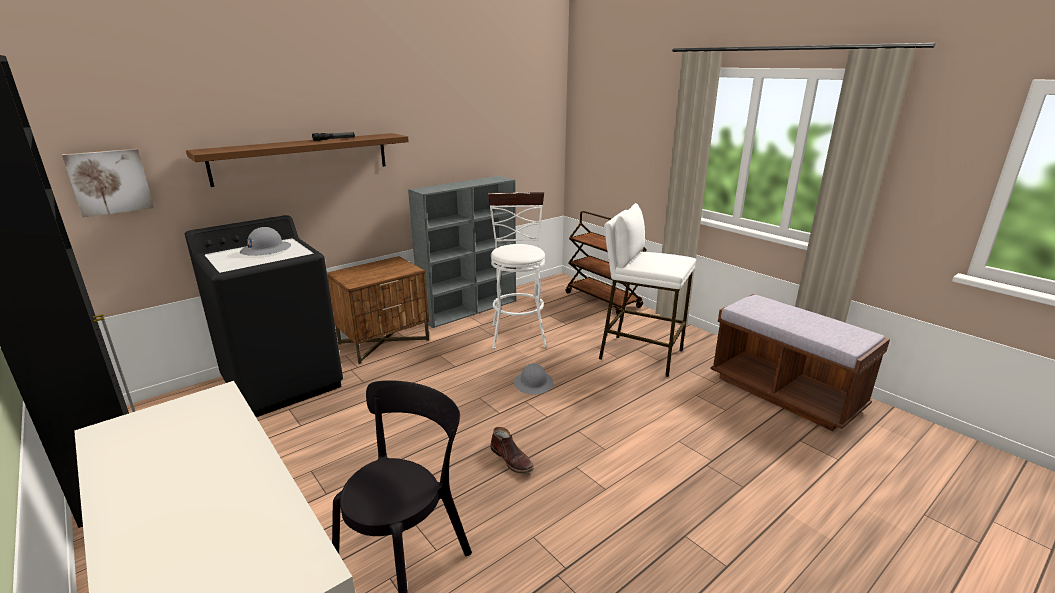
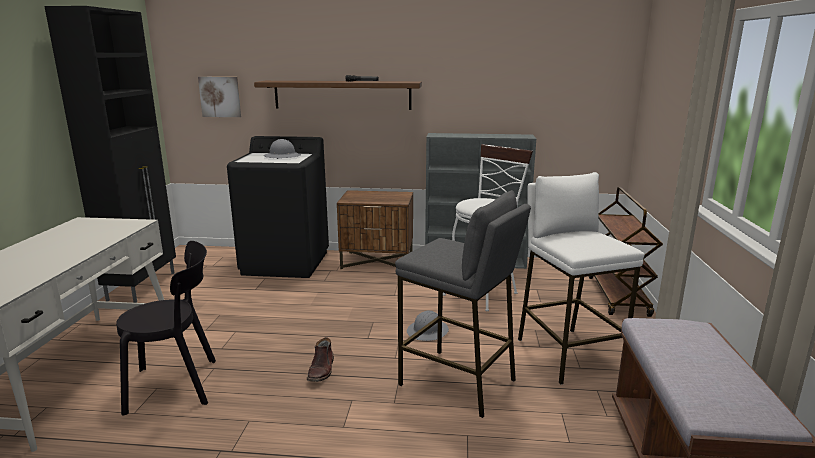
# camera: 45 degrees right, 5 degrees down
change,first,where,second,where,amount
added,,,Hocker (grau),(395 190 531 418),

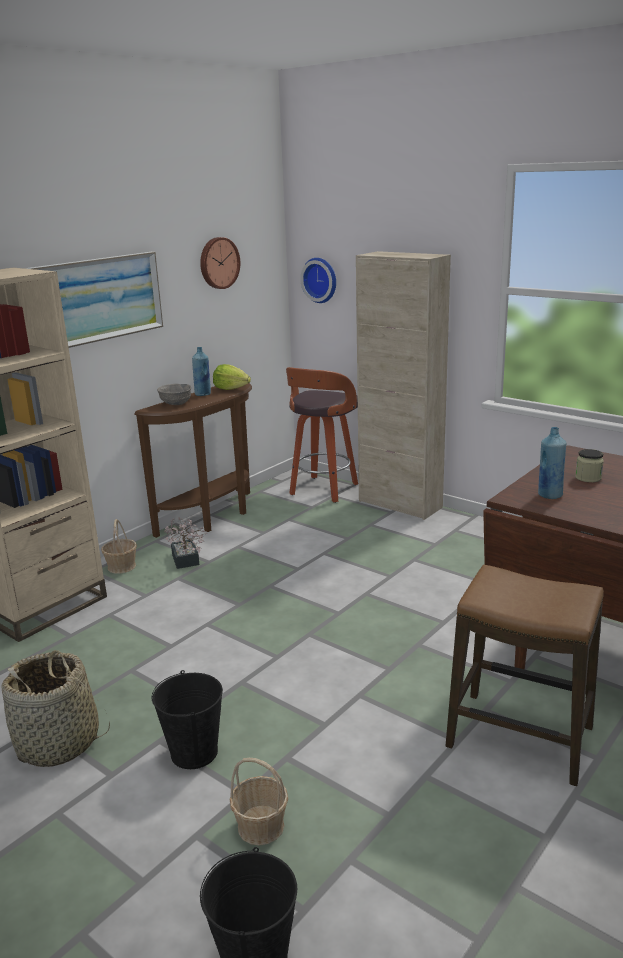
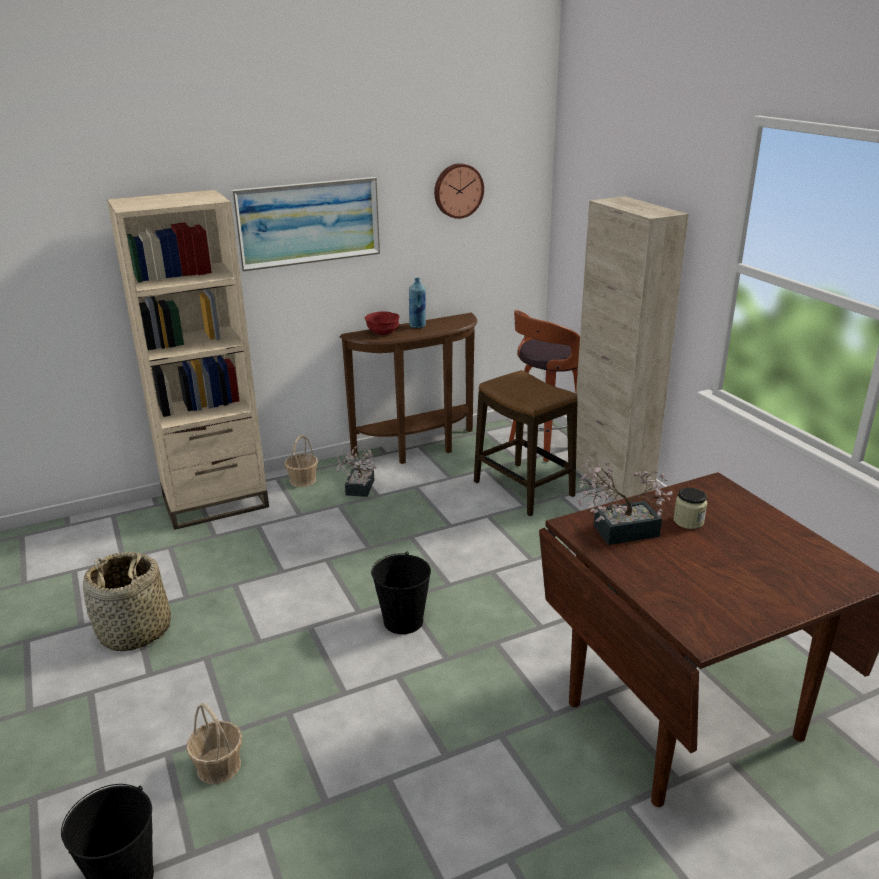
# camera: 25 degrees right, 5 degrees up
change,first,where,second,where,amount
removed,Wanduhr,(300 258 336 303),,,
removed,Salatkopf,(213 364 251 390),,,
recoloured,Schüssel (grau),(157 384 191 405),Schüssel (rot),(365 311 400 335),
replaced,Flasche (blau),(538 427 566 499),Topfpflanze,(577 459 673 545),
moved,Hocker,(446 565 604 786),,(474 370 577 516),
moved,Eimer (schwarz),(152 670 223 769),,(371 551 431 634),

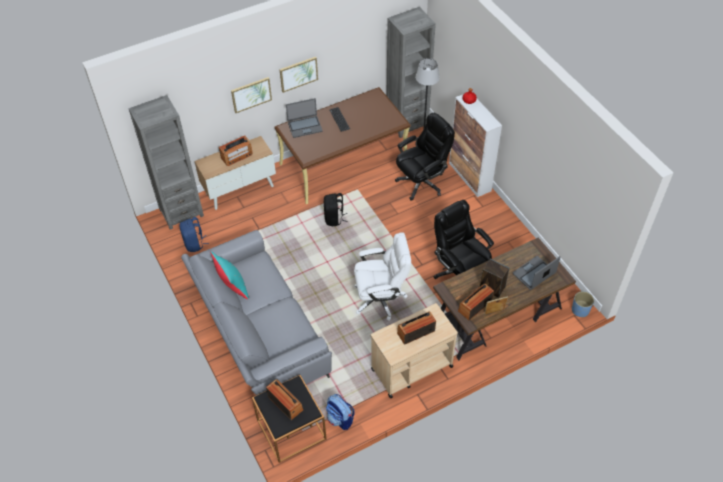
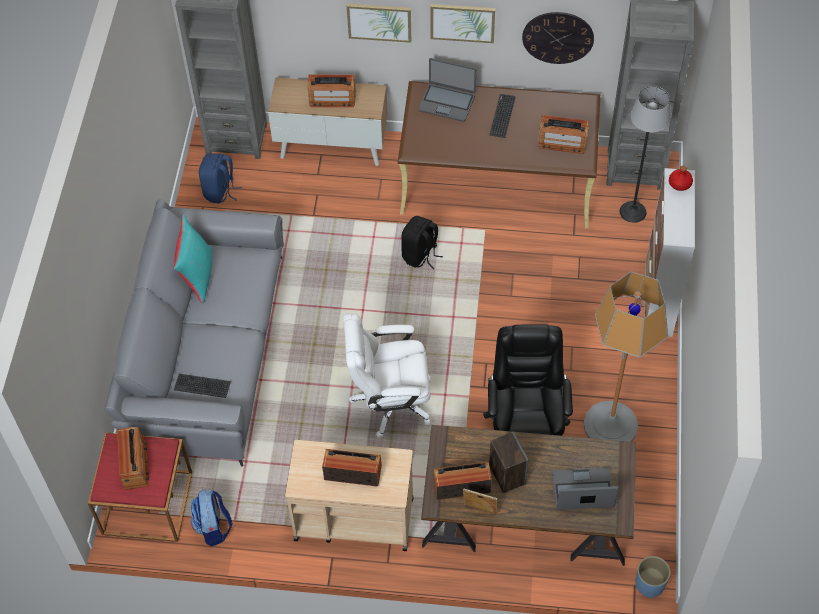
# camera: 35 degrees right, 5 degrees up
change,first,where,second,where,amount
removed,Bürostuhl (schwarz),(395 113 455 201),,,
turned,Bürostuhl (weiß),(354 232 411 321),,(343 313 431 438),150 degrees clockwise
recoloured,Beistelltisch (schwarz),(252 375 327 463),Beistelltisch (rot),(88 432 192 542),
added,,,Wanduhr,(522 12 594 64),
added,,,Radio,(538 115 589 154),
added,,,Stehlampe,(584 272 668 442),
added,,,Tastatur,(174 374 231 398),

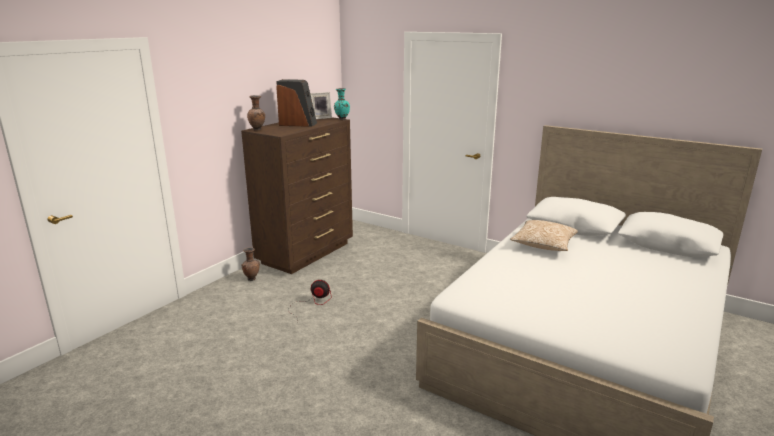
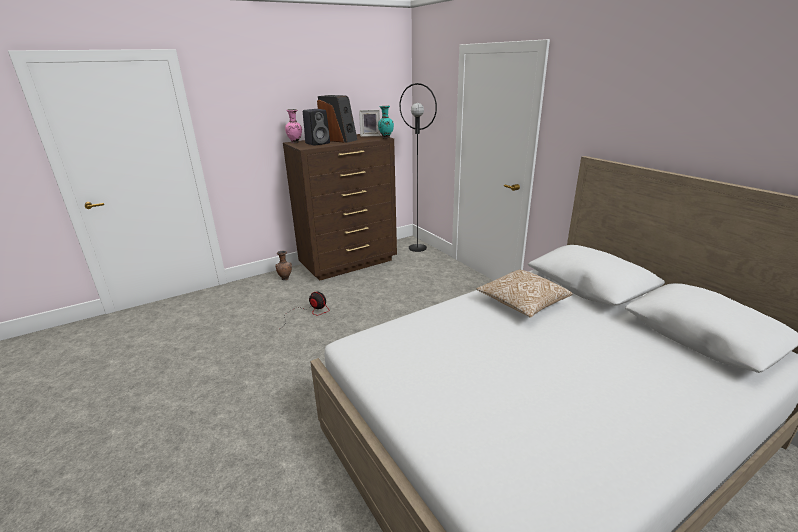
# camera: 25 degrees right, 5 degrees up
change,first,where,second,where,amount
recoloured,Vase (braun),(247 95 265 131),Vase (rosa),(285 109 302 143),
added,,,Stehlampe (schwarz),(399 83 437 252),
added,,,Lautsprecher (schwarz),(303 109 330 146),

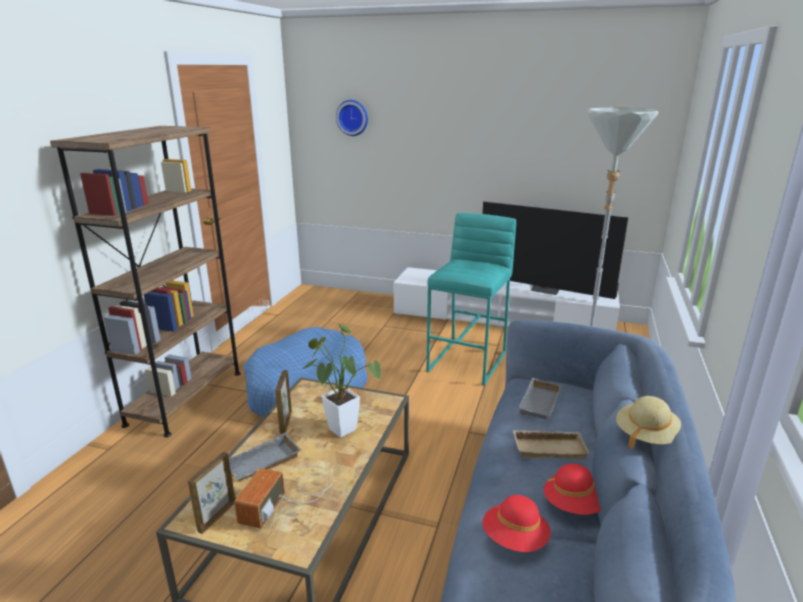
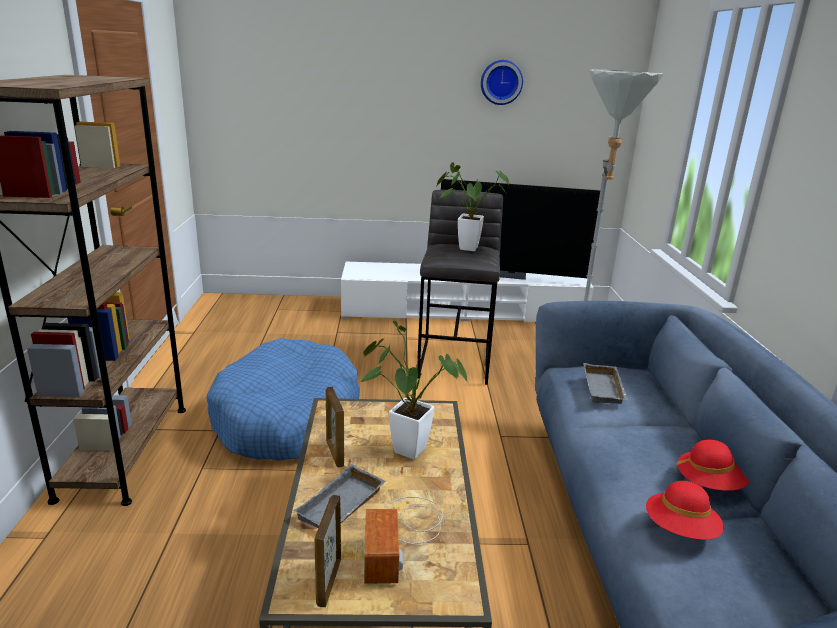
# camera: 20 degrees left, 0 degrees up
change,first,where,second,where,amount
moved,Wanduhr,(336 100 368 136),,(481 60 523 105),
recoloured,Hocker (türkis),(426 213 516 386),Hocker (grau),(418 190 503 385),
removed,Hut (beige),(616 396 681 449),,,
removed,Tablett (beige),(513 430 590 459),,,
added,,,Topfpflanze,(437 162 509 251),

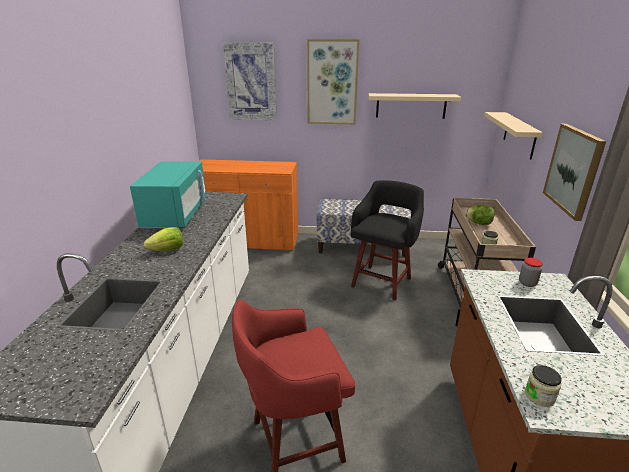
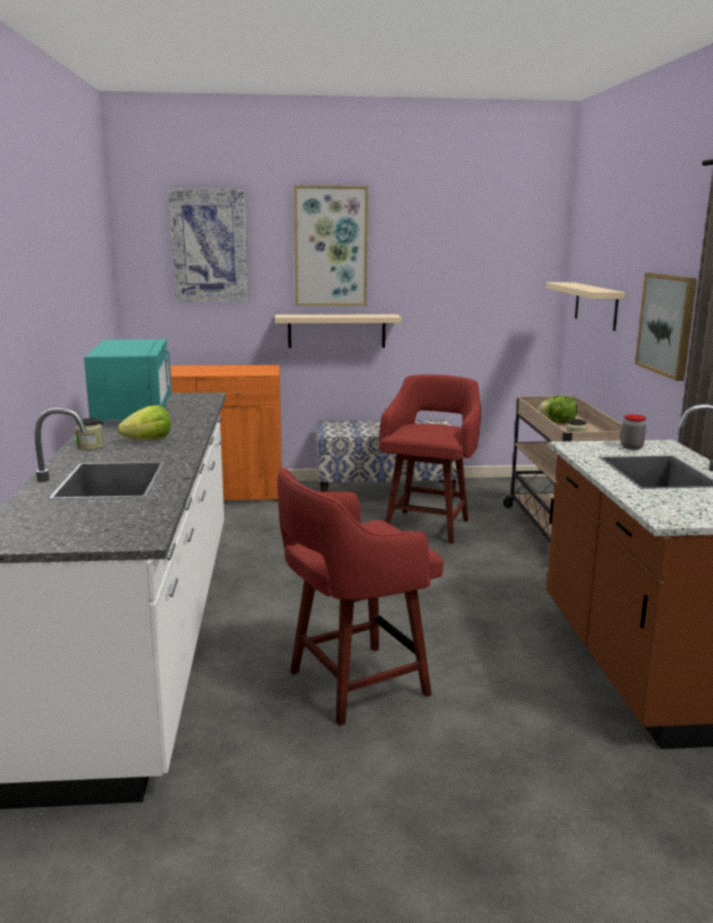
# camera: 10 degrees left, 10 degrees down
change,first,where,second,where,amount
moved,Wandregal (beige),(368 93 461 119),,(275 314 401 348),
recoloured,Hocker (schwarz),(351 180 424 301),Hocker (rot),(379 375 481 544),
moved,Vorratsglas,(525 365 562 407),,(75 418 104 450),

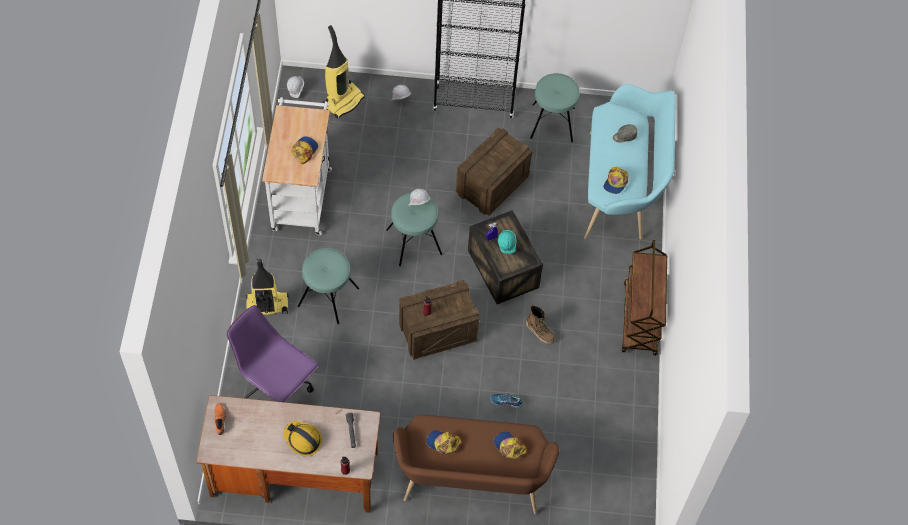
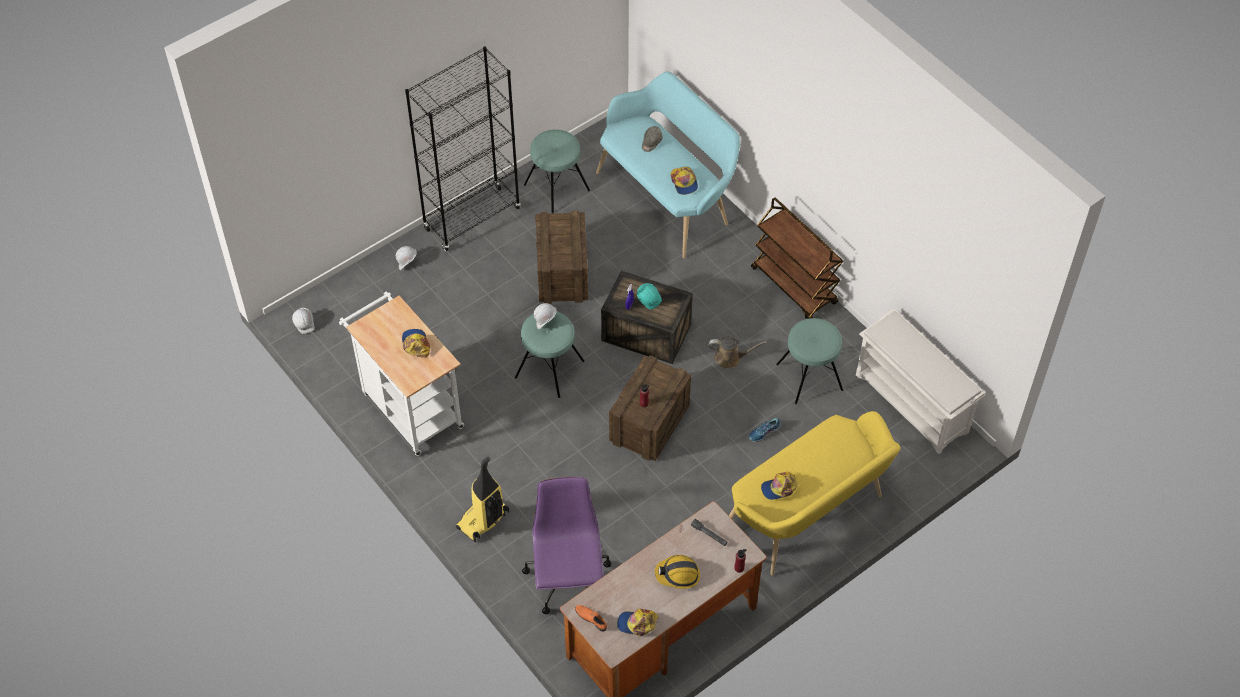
# camera: 40 degrees left, 5 degrees down
change,first,where,second,where,amount
removed,Staubsauger,(323 25 365 118),,,
moved,Hocker (türkis),(297 248 359 324),,(776 318 843 404),
replaced,Stiefel,(526 304 555 345),Gießkanne (braun),(708 336 767 369),
turned,Bürostuhl (lila),(227 305 319 402),,(522 477 611 614),90 degrees clockwise
recoloured,Bank (braun),(393 415 559 514),Bank (gelb),(729 411 900 576),
moved,Kappe,(493 432 526 459),,(617 609 659 636),
added,,,Schuhregal (weiß),(856 309 985 454),

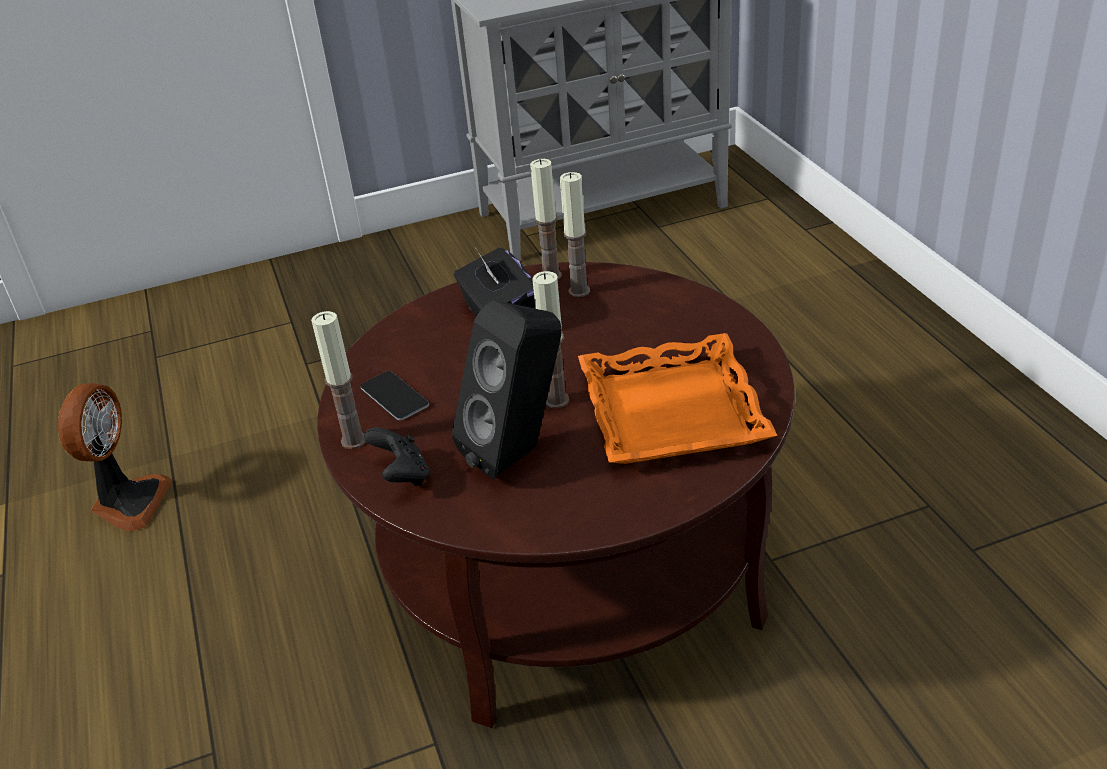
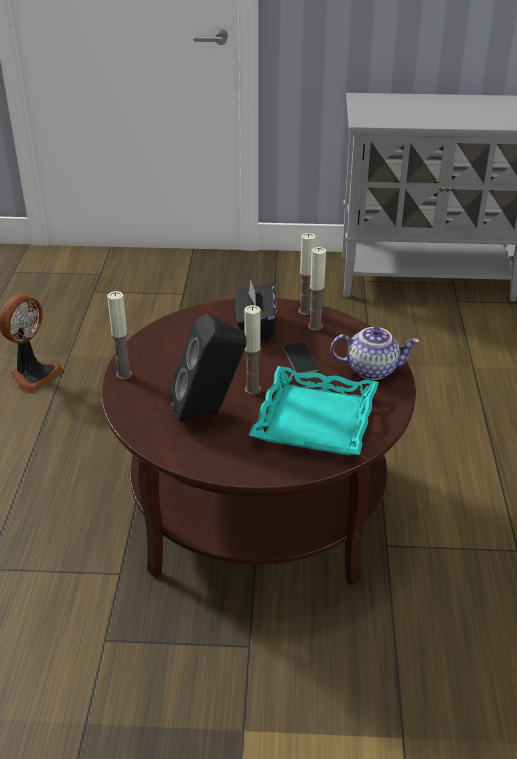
# camera: 20 degrees right, 0 degrees up
change,first,where,second,where,amount
recoloured,Tablett (orange),(578 333 778 464),Tablett (türkis),(249 366 379 455),
moved,Handy,(360 371 429 420),,(283 342 319 373),
removed,Gamepad (schwarz),(364 427 430 486),,,
added,,,Teekanne,(330 327 419 380),

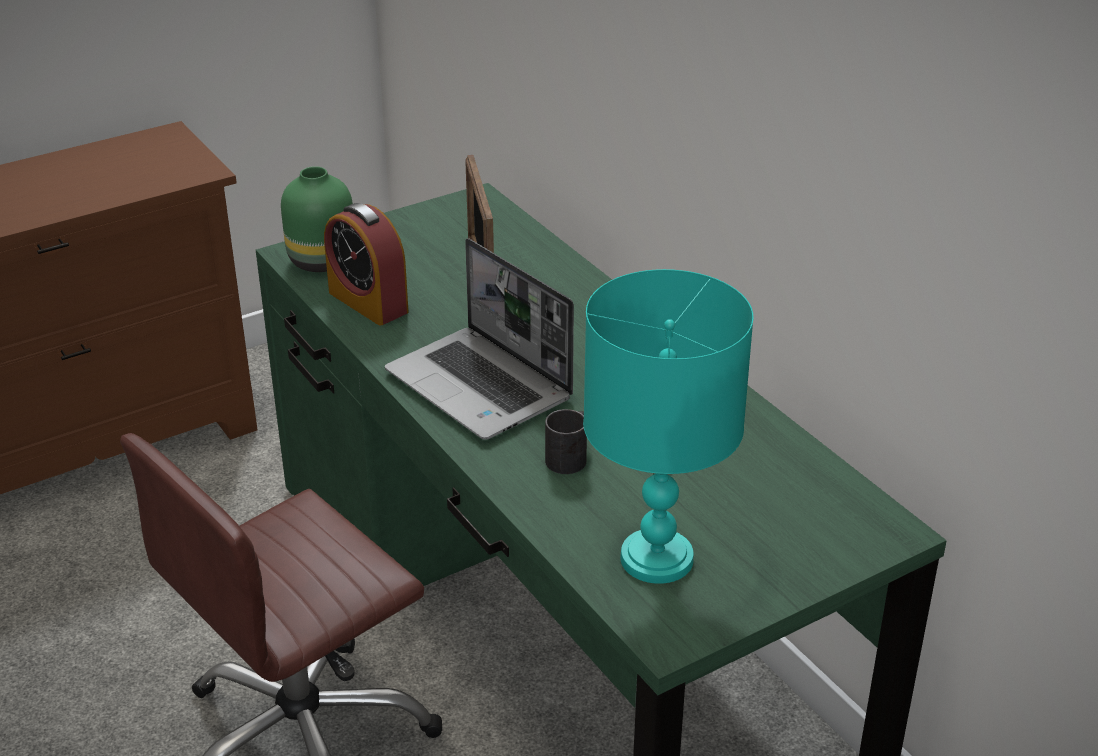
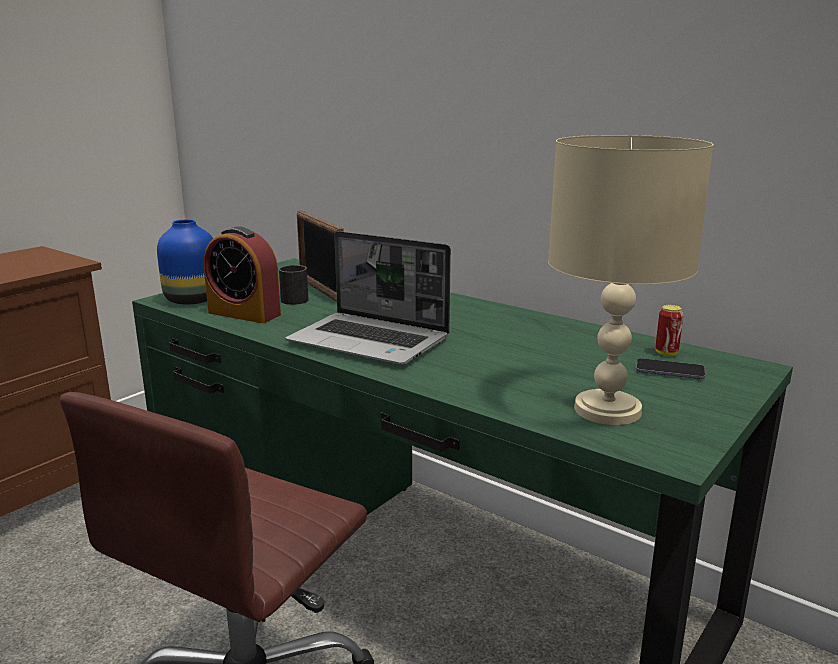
# camera: 20 degrees left, 15 degrees down
change,first,where,second,where,amount
recoloured,Vase (grün),(281 166 353 272),Vase (blau),(157 219 213 304),
recoloured,Tischlampe (türkis),(583 269 754 584),Tischlampe (beige),(548 135 714 425),
moved,Henkelbecher (schwarz),(545 409 587 474),,(279 265 309 305),
added,,,Dose,(655 305 683 356),
added,,,Handy,(636 358 705 379),

